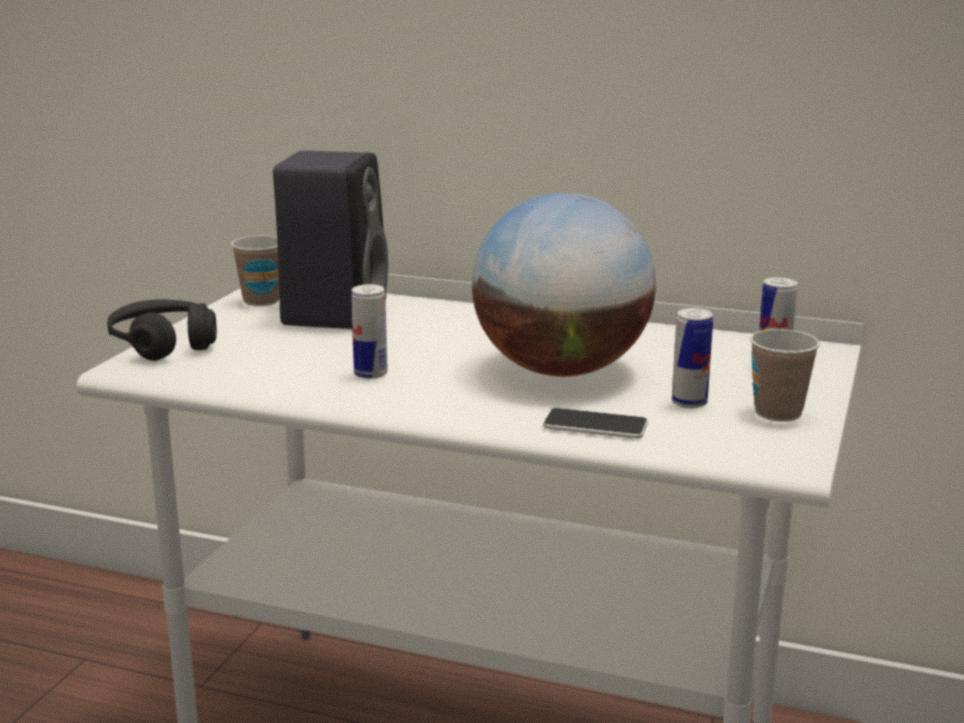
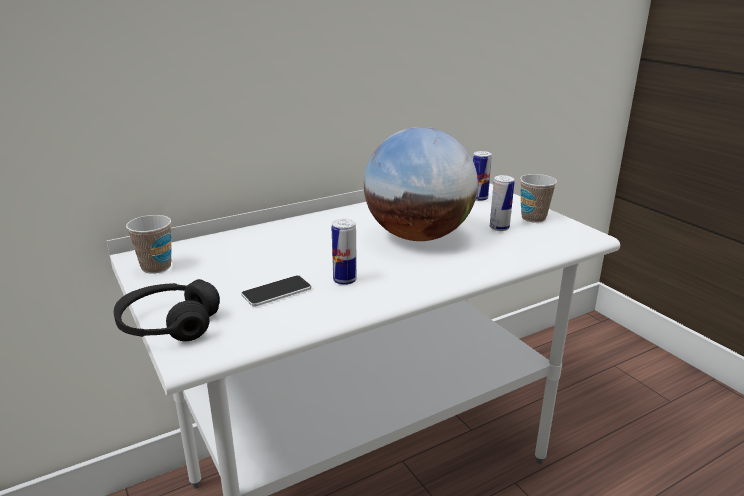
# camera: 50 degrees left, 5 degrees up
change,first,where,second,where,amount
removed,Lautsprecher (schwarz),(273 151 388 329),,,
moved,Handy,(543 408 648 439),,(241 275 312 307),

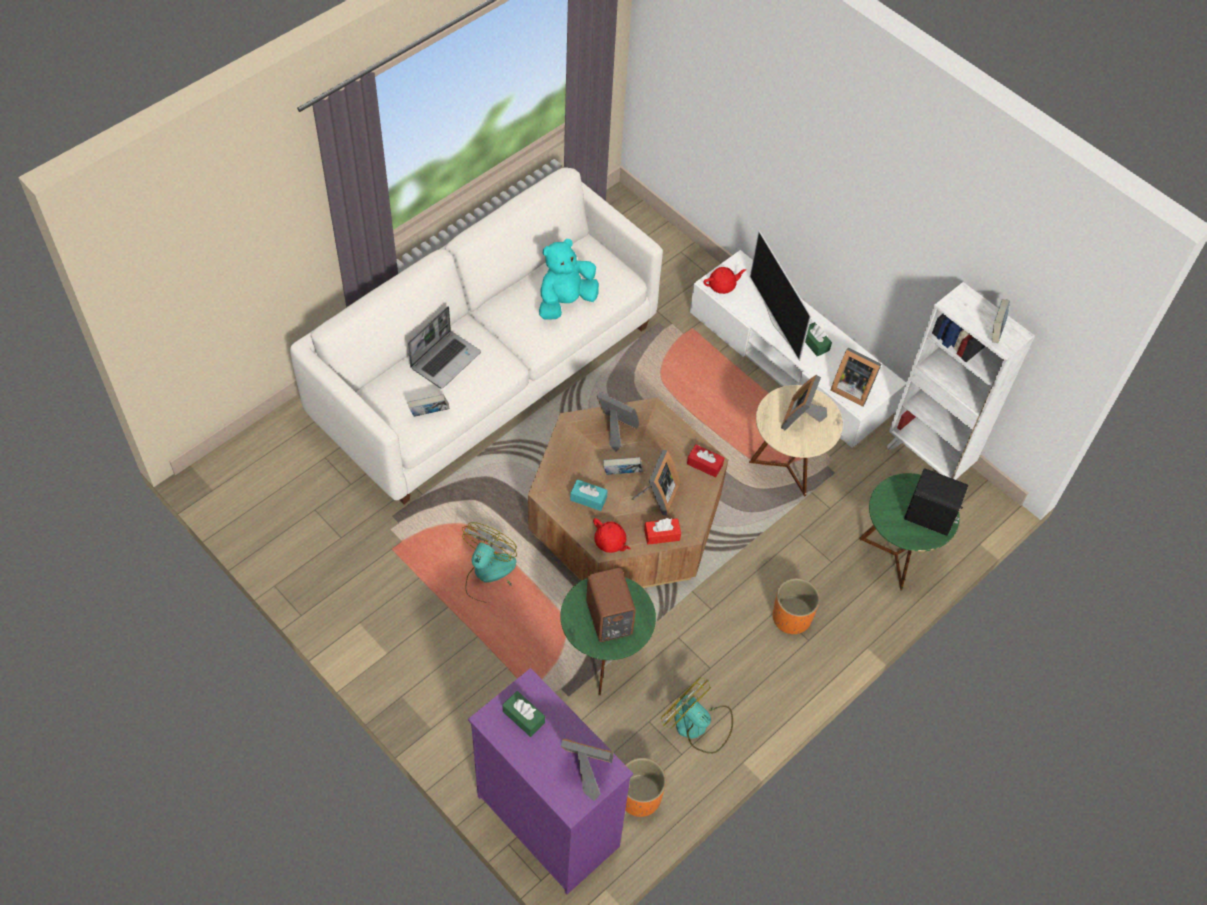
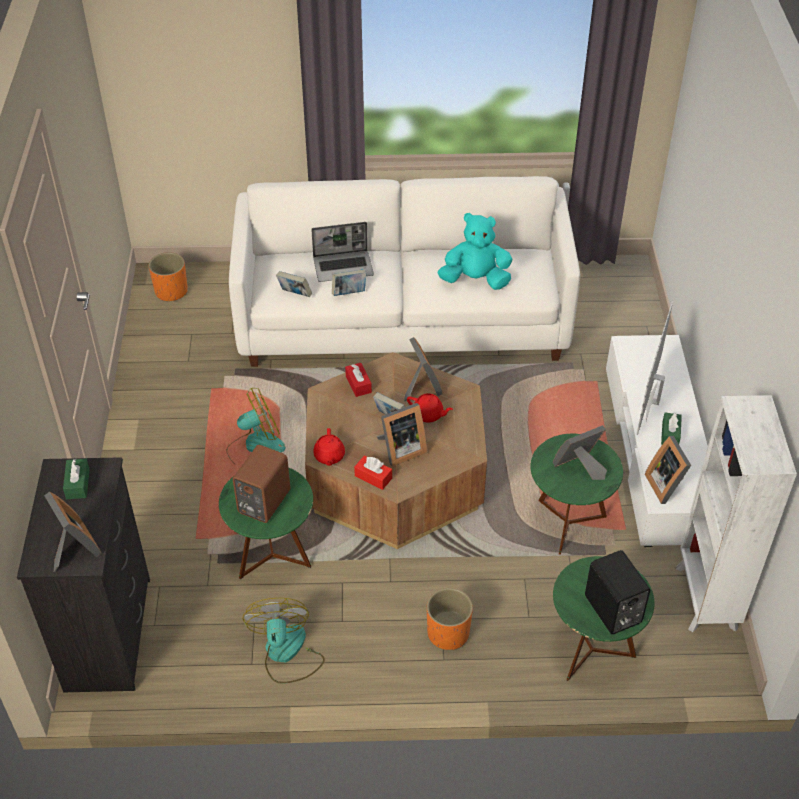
# camera: 45 degrees right, 10 degrees down
change,first,where,second,where,amount
moved,Teekanne (rot),(703 267 746 294),,(407 393 453 422),
moved,Buch,(992 299 1010 343),,(332 269 367 296),
recoloured,Beistelltisch (beige),(749 385 843 497),Beistelltisch (grün),(530 434 623 555),
moved,Taschentuchbox (rot),(687 444 724 477),,(345 363 372 397),
removed,Taschentuchbox (türkis),(570 479 608 511),,,
recoloured,Kommode (lila),(468 668 633 894),Kommode (schwarz),(17 457 150 692),
moved,Pflanzkübel (orange),(625 758 666 817),,(149 252 188 302),

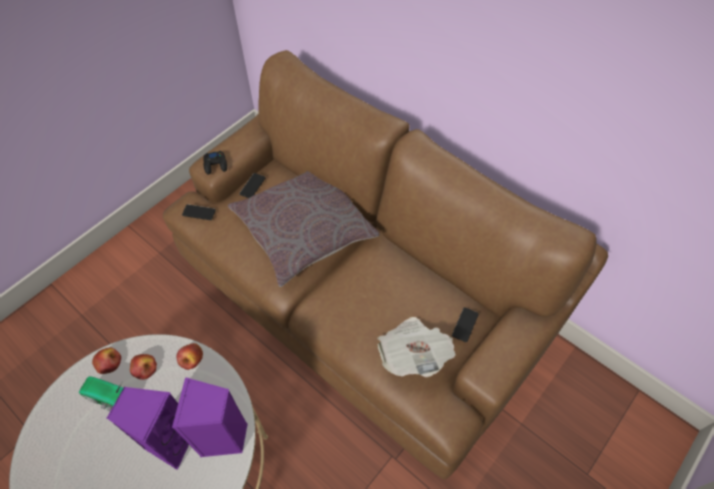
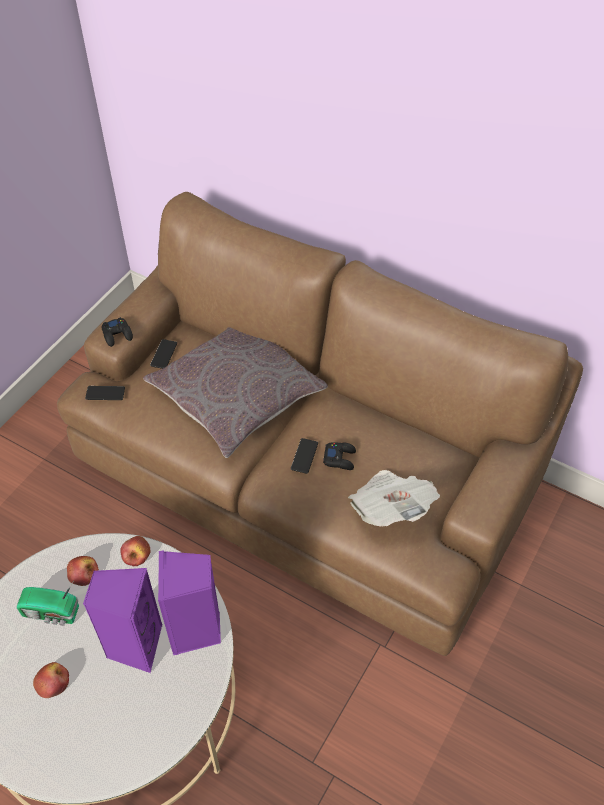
# camera: 10 degrees left, 5 degrees down
change,first,where,second,where,amount
moved,Handy,(452 307 479 342),,(291 438 318 474),
moved,Apfel,(92 347 121 374),,(33 662 69 698),
added,,,Gamepad (schwarz),(323 442 356 470),

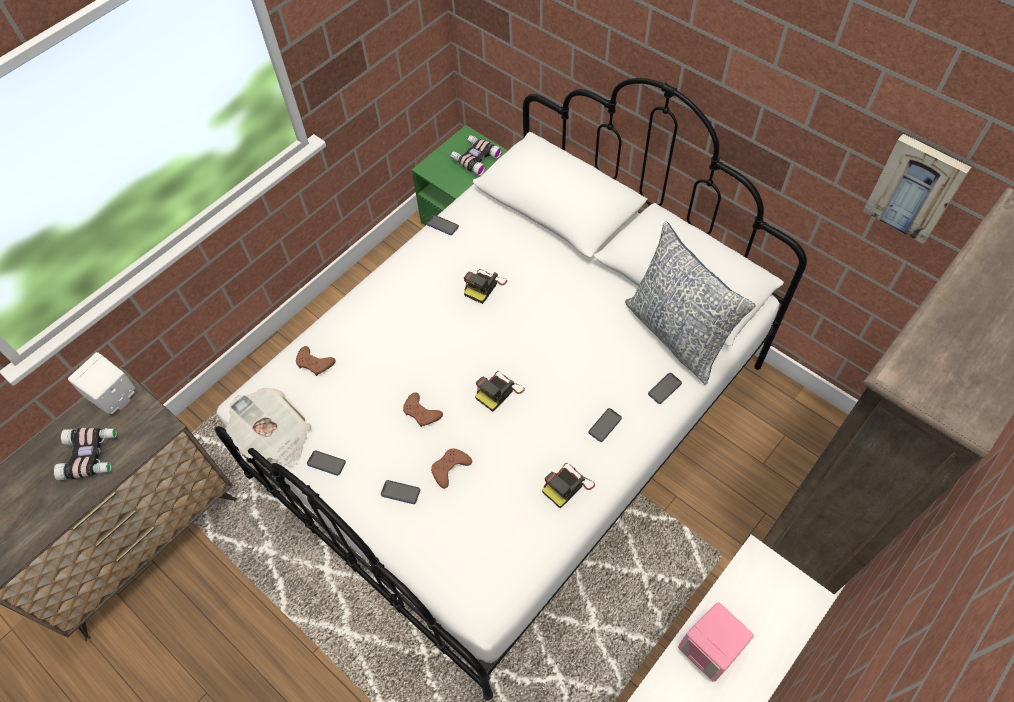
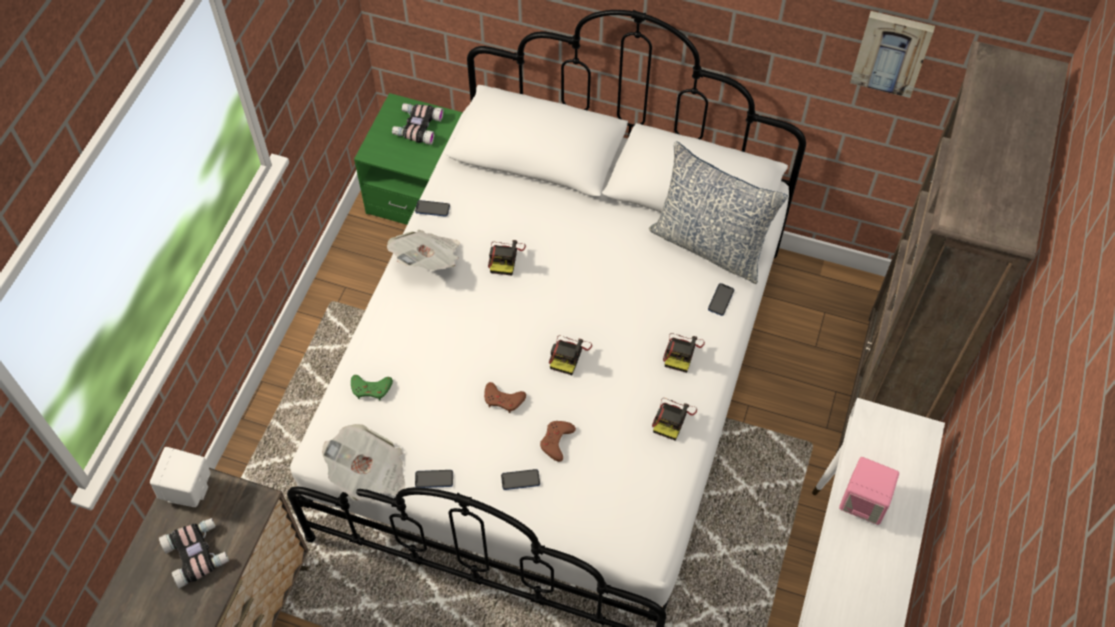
# camera: 25 degrees left, 0 degrees up
change,first,where,second,where,amount
recoloured,Gamepad (braun),(296 346 335 376),Gamepad (grün),(351 375 393 400),
replaced,Handy,(589 408 622 442),Kamera,(663 333 705 373),
added,,,Zeitung,(387 230 460 271),

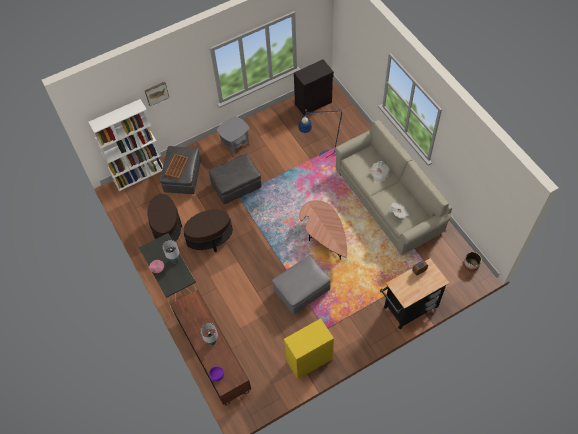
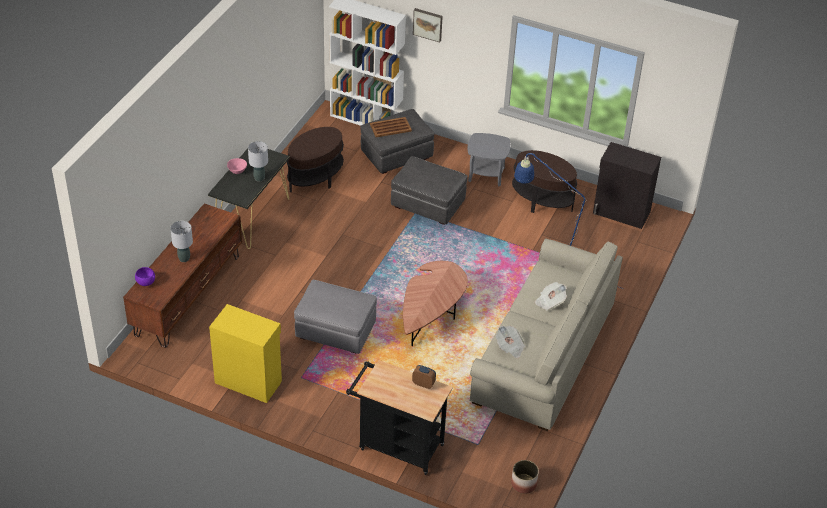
# camera: 50 degrees right, 15 degrees down
change,first,where,second,where,amount
moved,Beistelltisch (braun),(184 209 233 252),,(512 150 577 213),

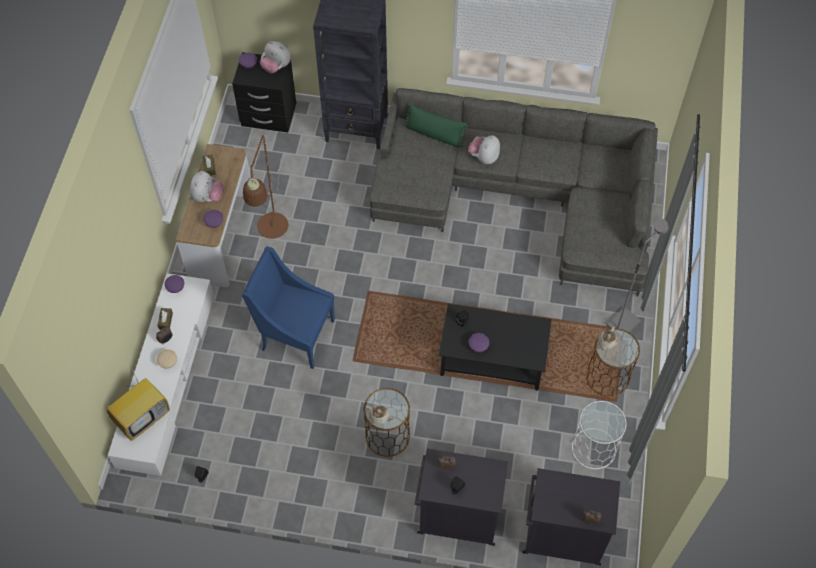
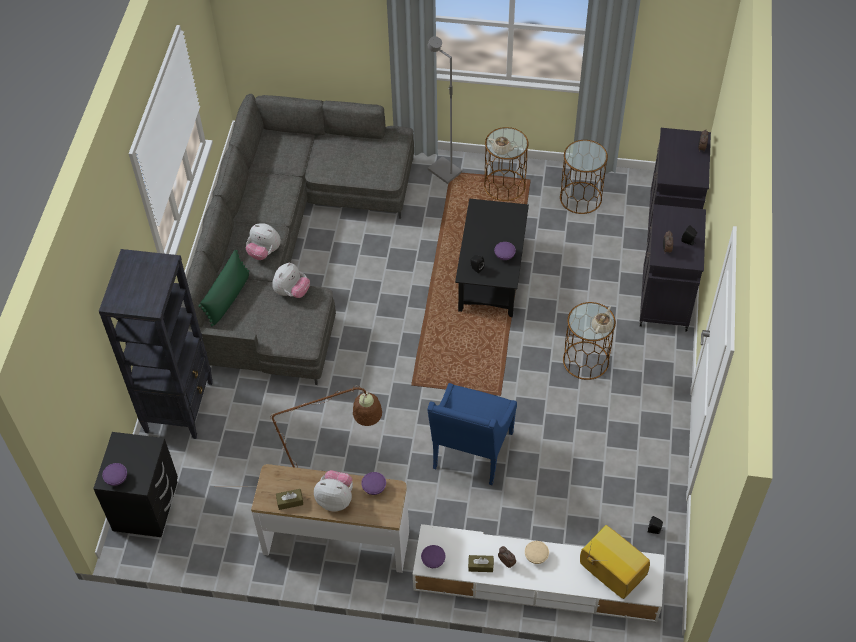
# camera: 90 degrees left, 5 degrees down
change,first,where,second,where,amount
moved,Plüschtier,(260 41 291 73),,(272 263 310 298),
recoloured,Beistelltisch (weiß),(572 401 627 469),Beistelltisch (braun),(560 140 608 214),

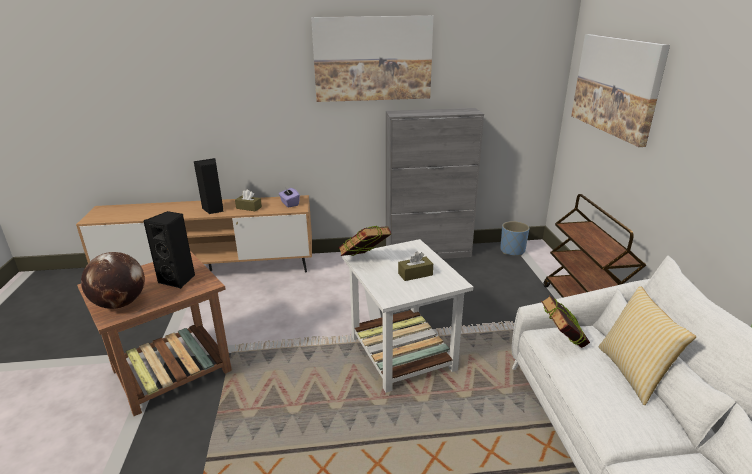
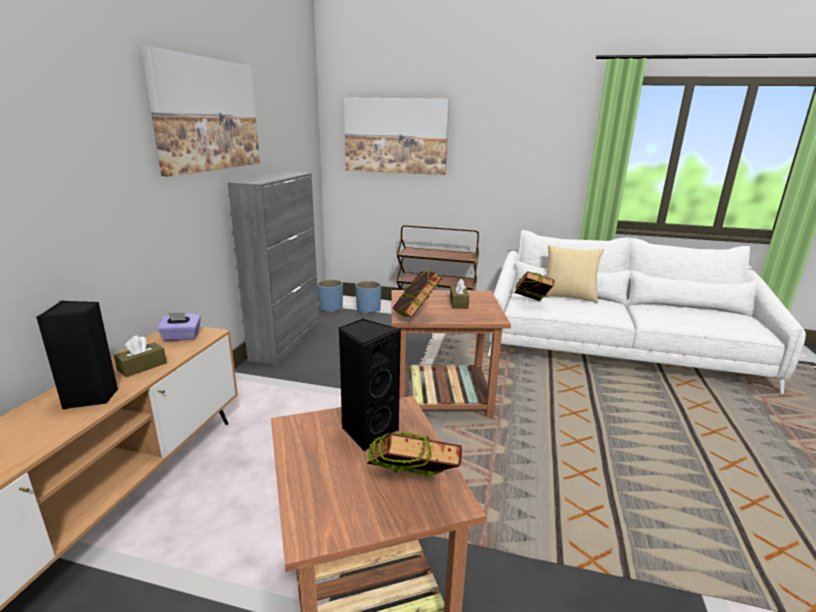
# camera: 70 degrees left, 5 degrees down
change,first,where,second,where,amount
recoloured,Beistelltisch (weiß),(342 239 473 393),Beistelltisch (braun),(392 290 511 418),
replaced,Globus,(81 252 145 309),Buch,(367 432 462 477),
added,,,Pflanzkübel (blau),(355 281 381 314),

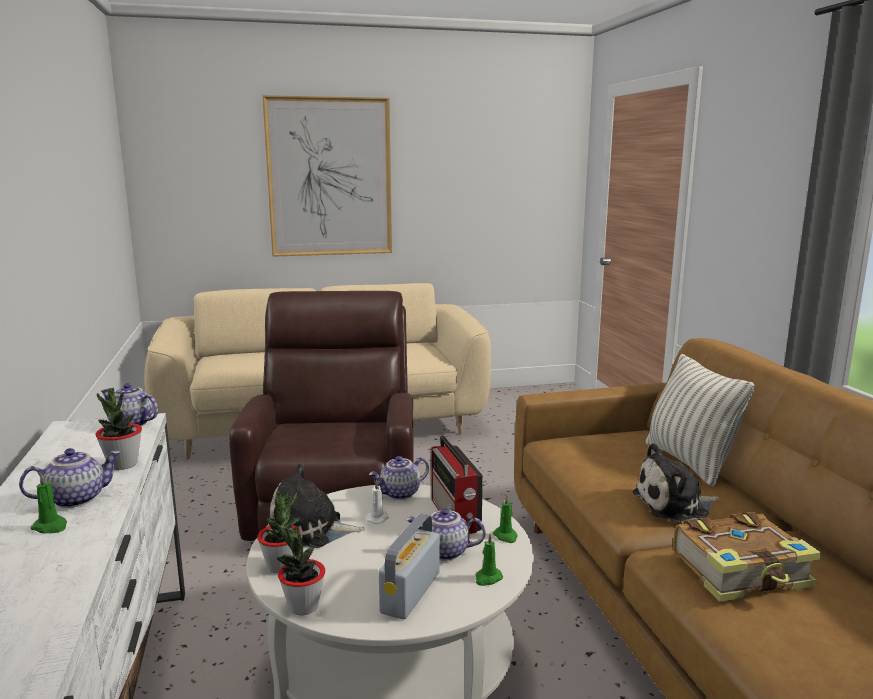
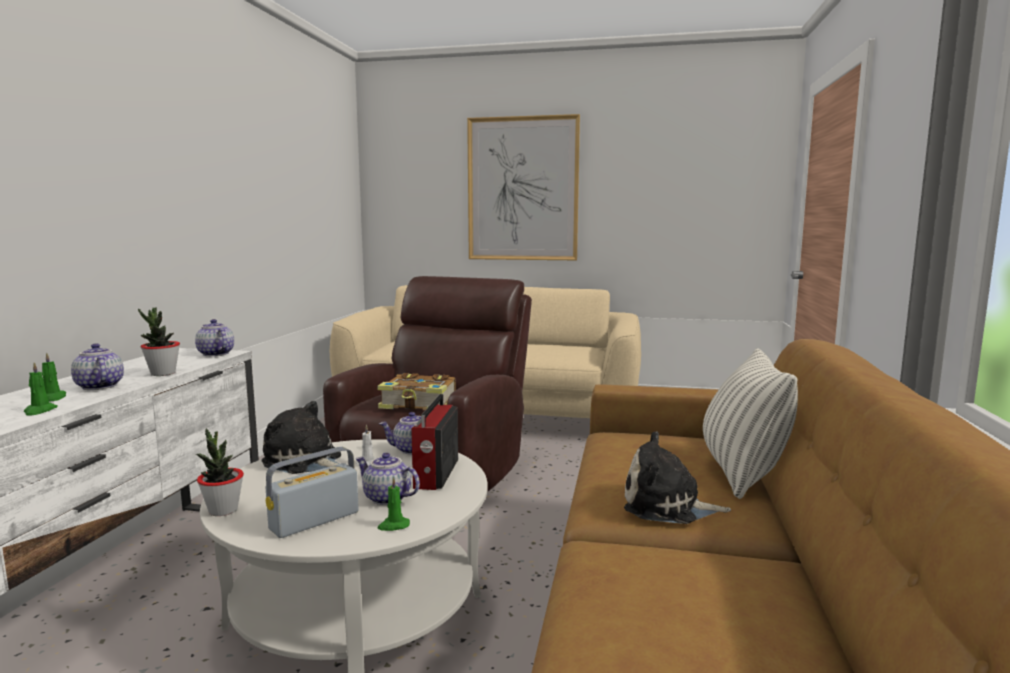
# camera: 25 degrees right, 5 degrees down
change,first,where,second,where,amount
turned,Teekanne,(19 448 121 508),,(71 343 124 390),120 degrees counterclockwise
removed,Topfpflanze,(257 491 301 574),,,
moved,Kerze (grün),(493 495 518 543),,(24 362 58 415),
moved,Buch,(673 512 821 602),,(377 373 456 410),

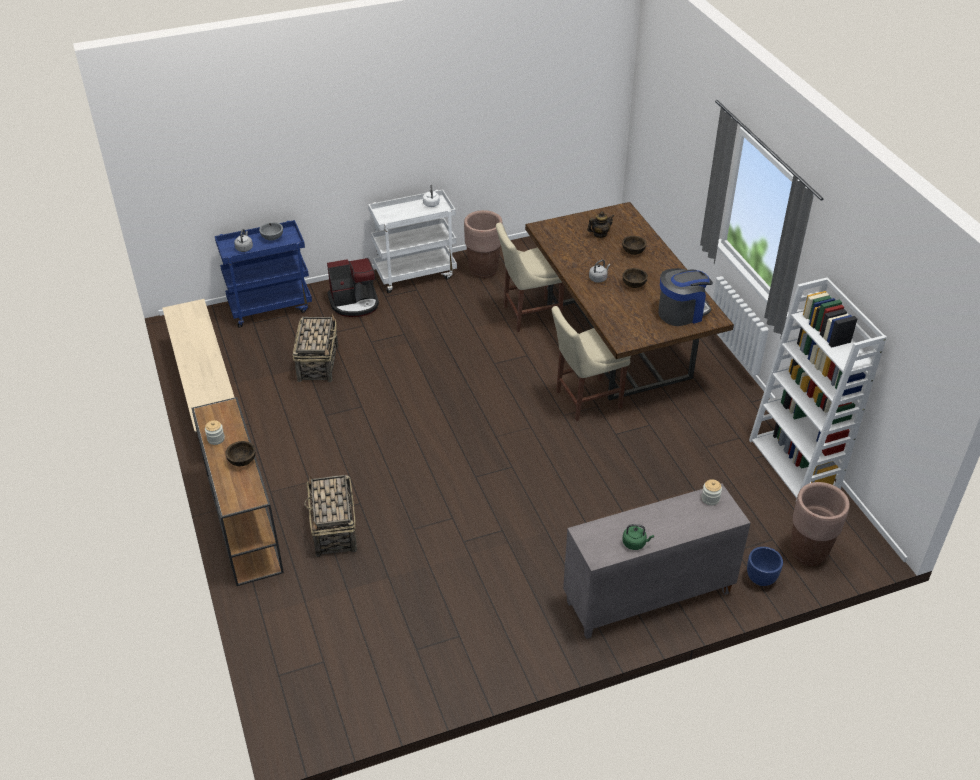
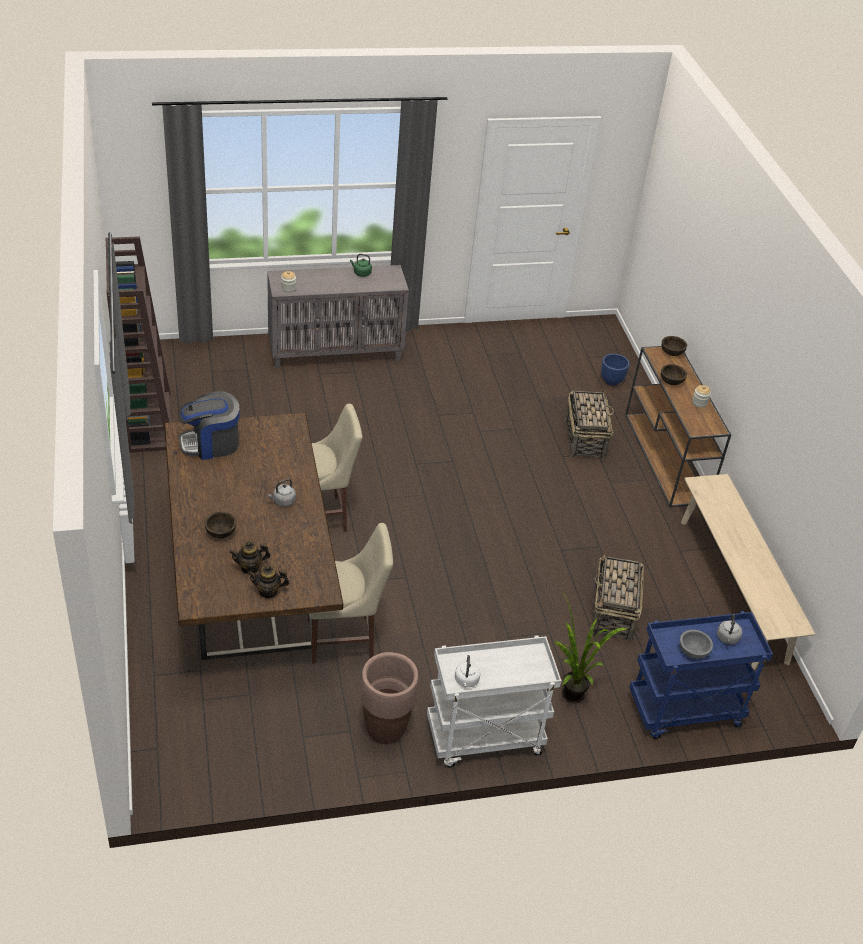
# camera: 175 degrees left, 0 degrees up
change,first,where,second,where,amount
replaced,Kaffeemaschine,(327 258 379 317),Topfpflanze,(554 594 629 703),
moved,Schüssel (braun),(623 268 648 288),,(662 336 687 356),
recoloured,Bücherregal (weiß),(749 277 887 500),Bücherregal (braun),(105 236 171 453),
removed,Pflanzkübel (braun),(791 482 850 566),,,
moved,Pflanzkübel (blau),(747 547 783 586),,(601 354 630 386),
added,,,Teekanne,(248 565 289 598),

